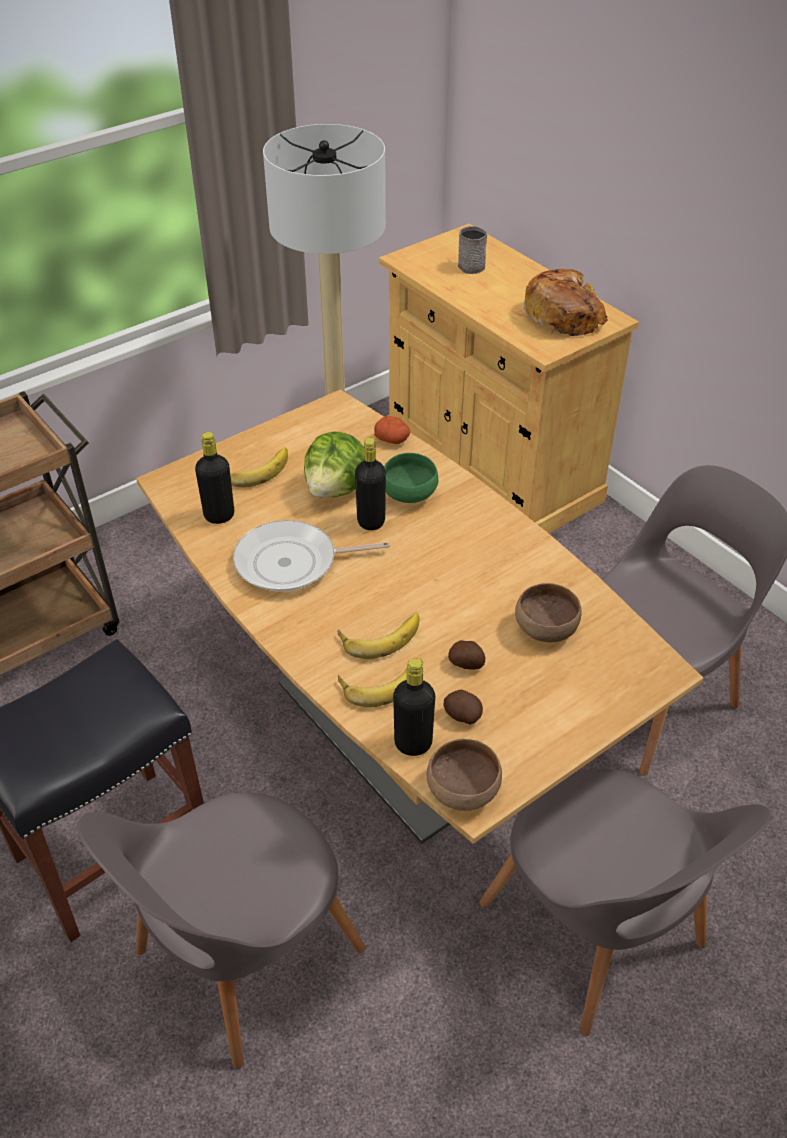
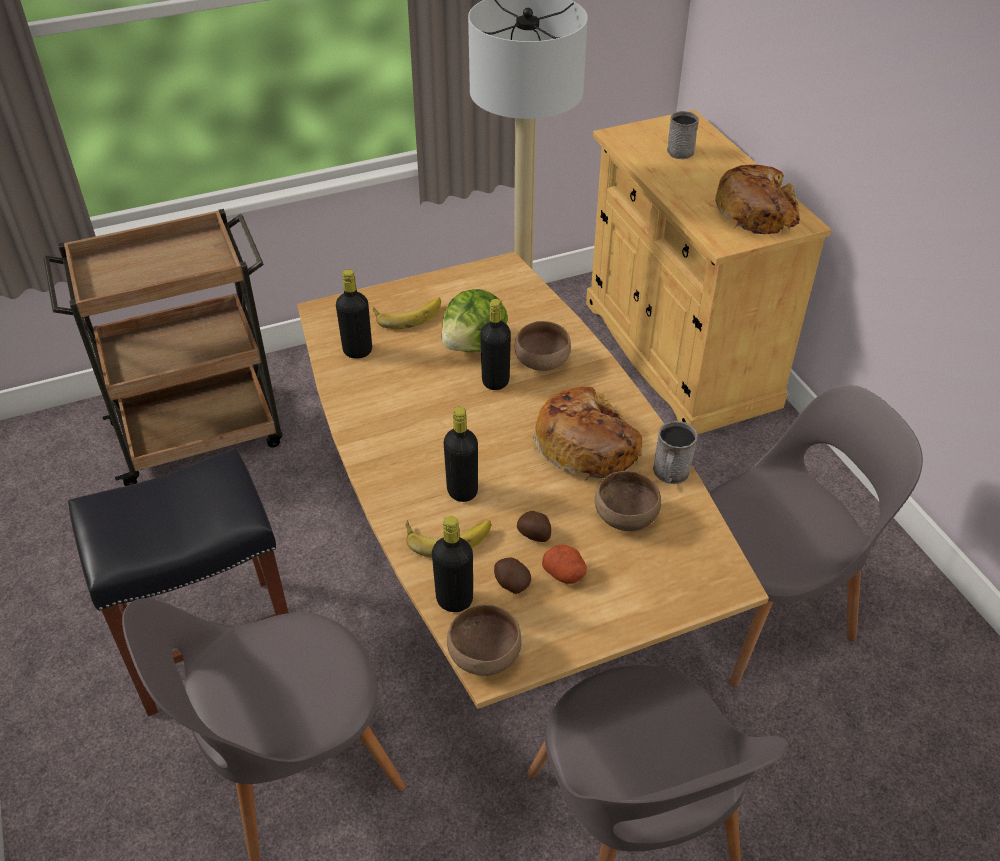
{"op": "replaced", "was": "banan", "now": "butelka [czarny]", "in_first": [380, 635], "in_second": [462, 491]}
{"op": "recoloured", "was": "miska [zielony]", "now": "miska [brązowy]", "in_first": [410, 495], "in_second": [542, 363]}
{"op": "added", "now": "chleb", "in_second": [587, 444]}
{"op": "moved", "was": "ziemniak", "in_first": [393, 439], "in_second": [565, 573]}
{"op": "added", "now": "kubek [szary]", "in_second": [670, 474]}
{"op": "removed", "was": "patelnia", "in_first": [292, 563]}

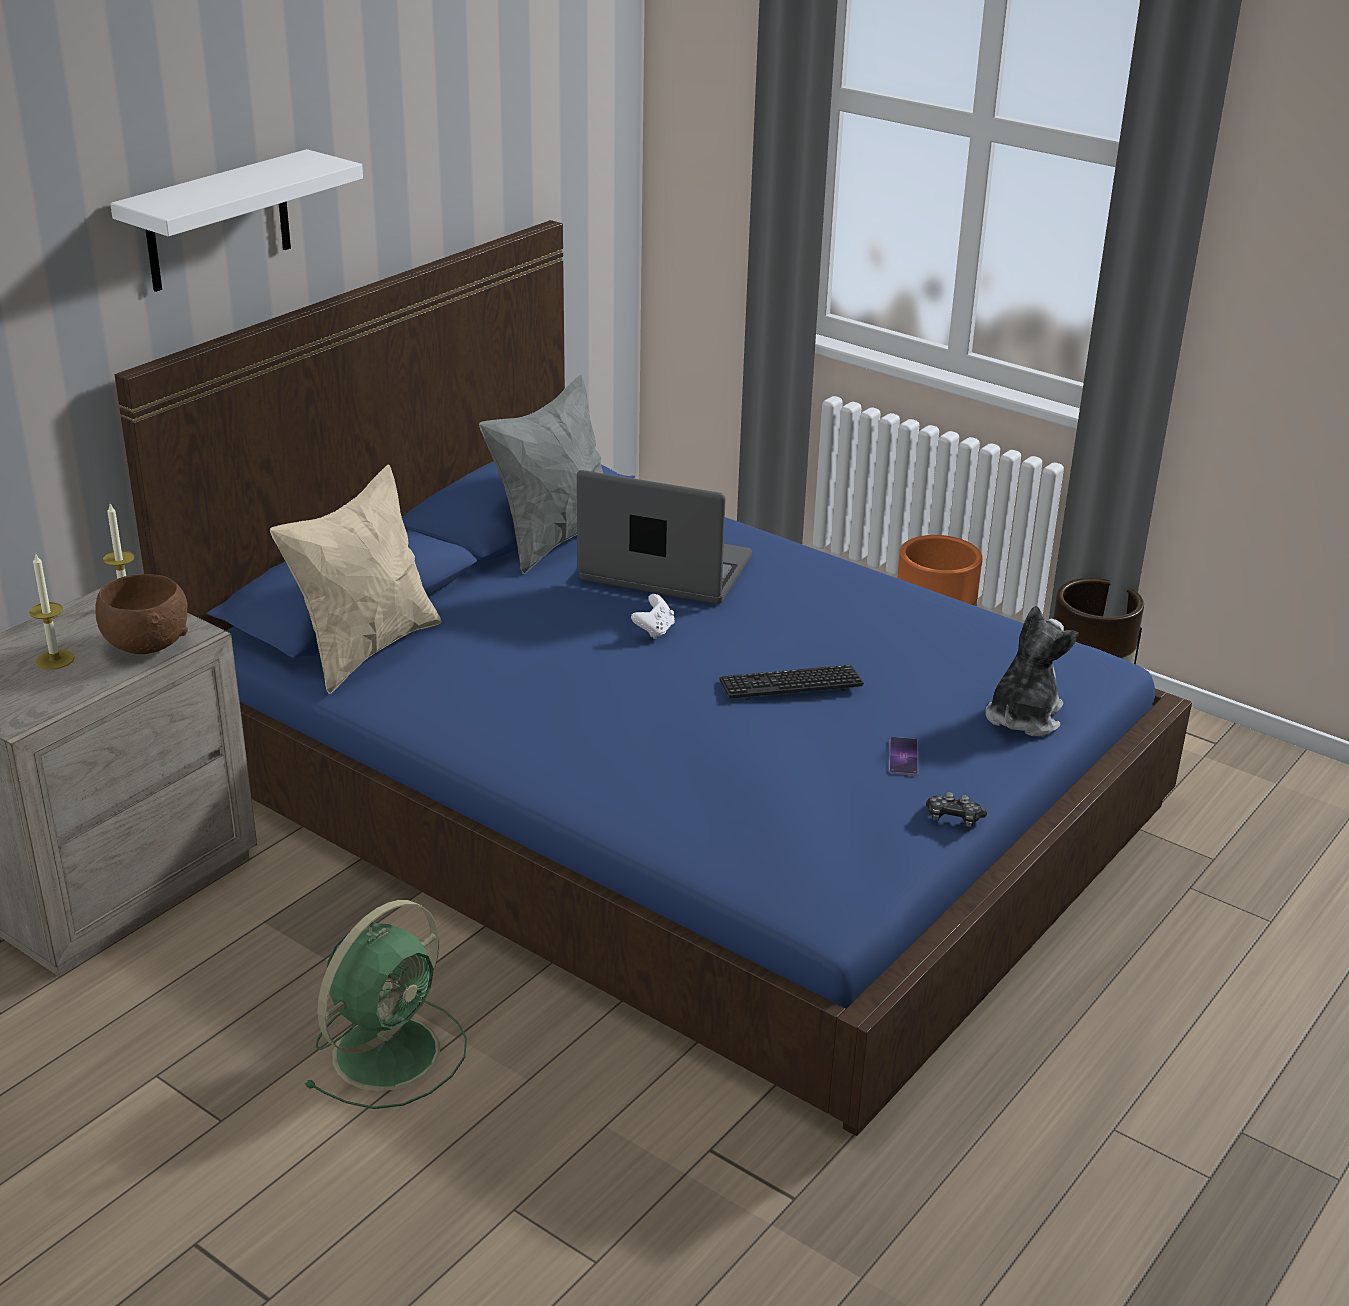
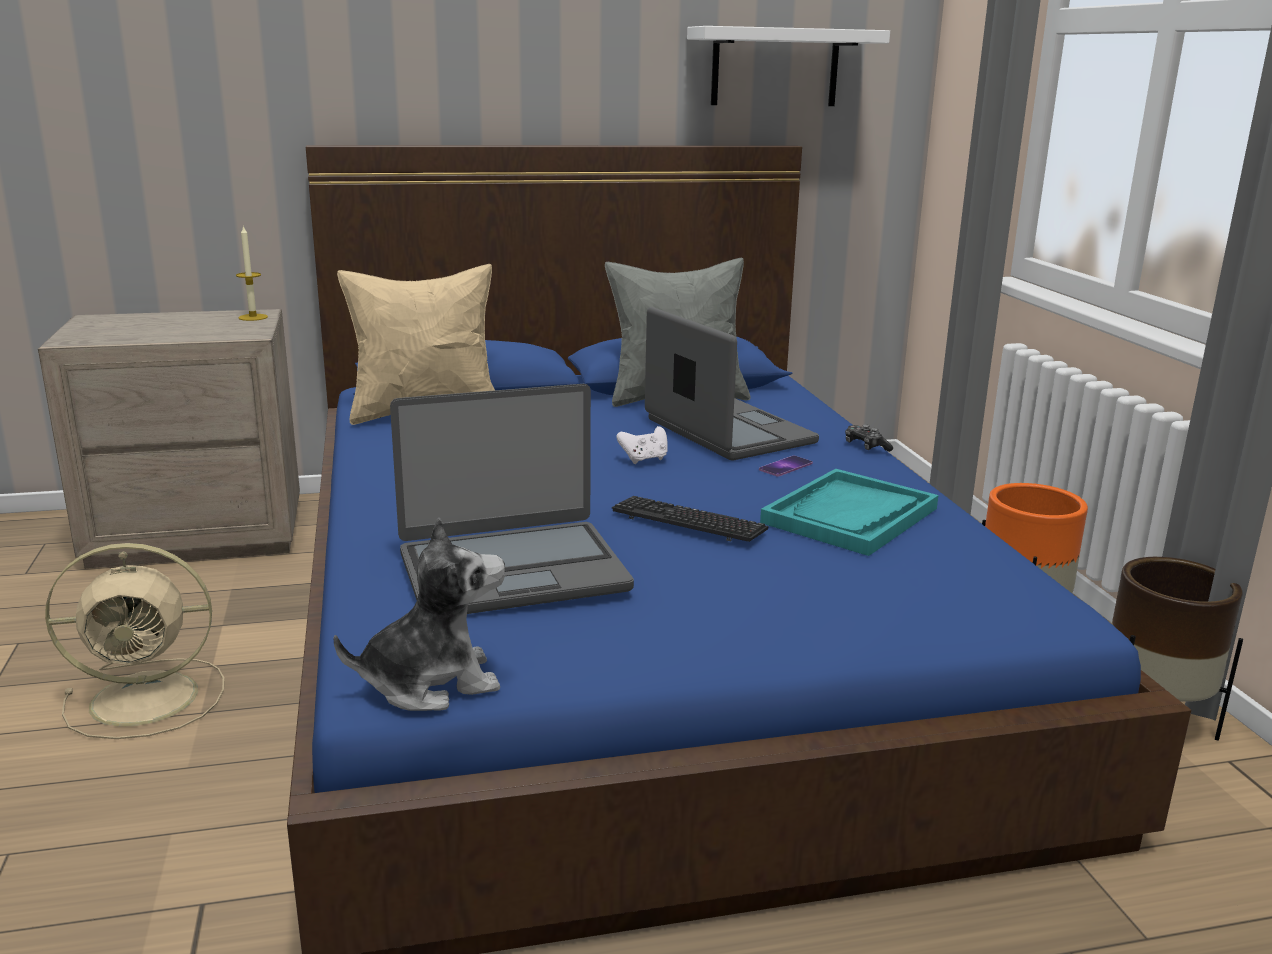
{"op": "recoloured", "was": "wentylator [zielony]", "now": "wentylator [beżowy]", "in_first": [390, 1050], "in_second": [149, 698]}
{"op": "moved", "was": "pluszak", "in_first": [1023, 717], "in_second": [431, 683]}
{"op": "added", "now": "laptop", "in_second": [512, 570]}
{"op": "moved", "was": "półka [biały]", "in_first": [218, 222], "in_second": [775, 67]}
{"op": "moved", "was": "telefon", "in_first": [903, 756], "in_second": [785, 466]}
{"op": "added", "now": "taca [turkusowy]", "in_second": [850, 516]}
{"op": "moved", "was": "pad do gier", "in_first": [953, 818], "in_second": [866, 446]}
{"op": "removed", "was": "świeca", "in_first": [55, 659]}
{"op": "removed", "was": "miska [brązowy]", "in_first": [146, 645]}

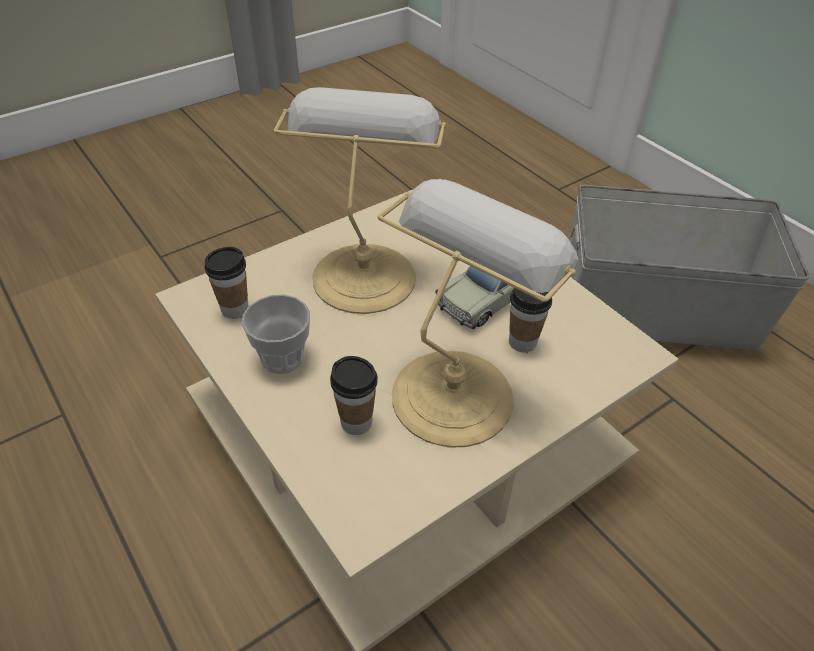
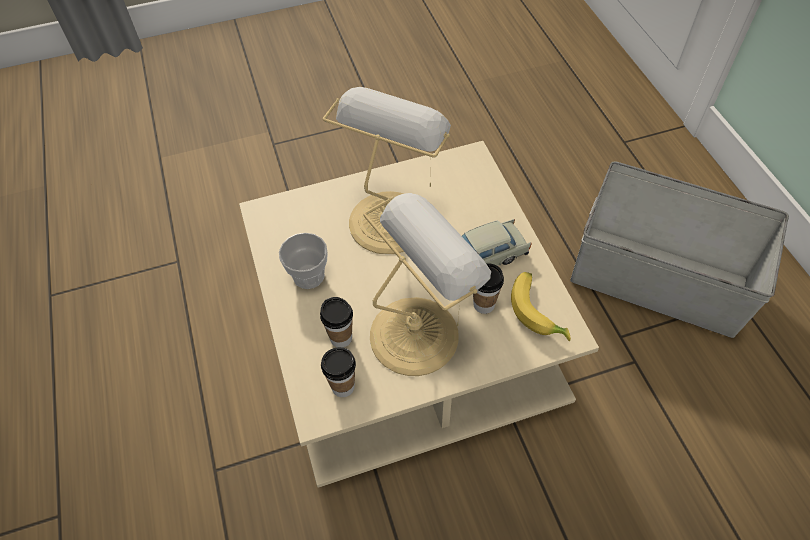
{"op": "moved", "was": "filiżanka", "in_first": [235, 309], "in_second": [343, 386]}
{"op": "added", "now": "banan", "in_second": [538, 311]}

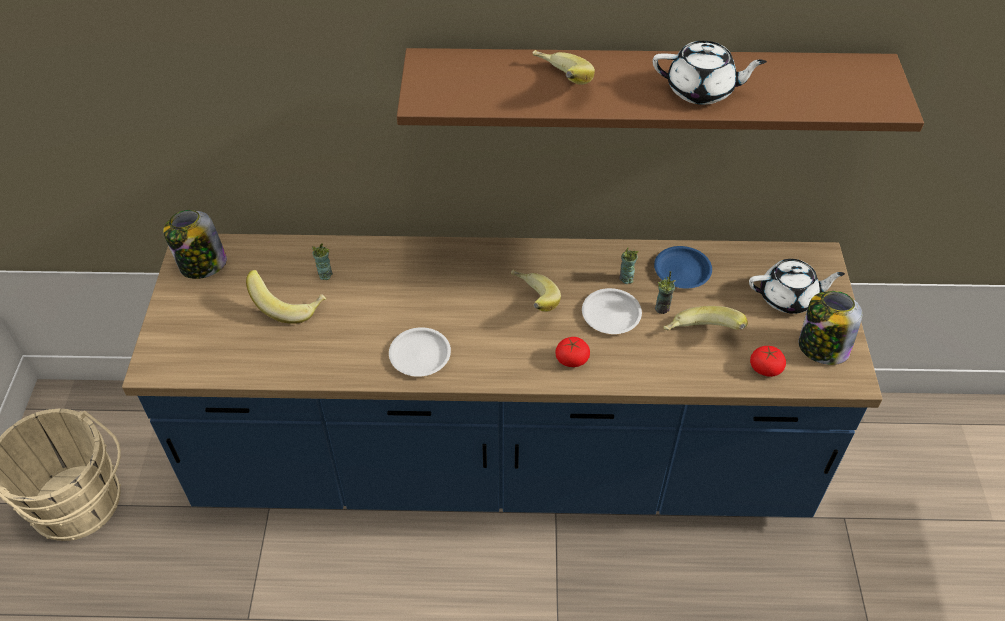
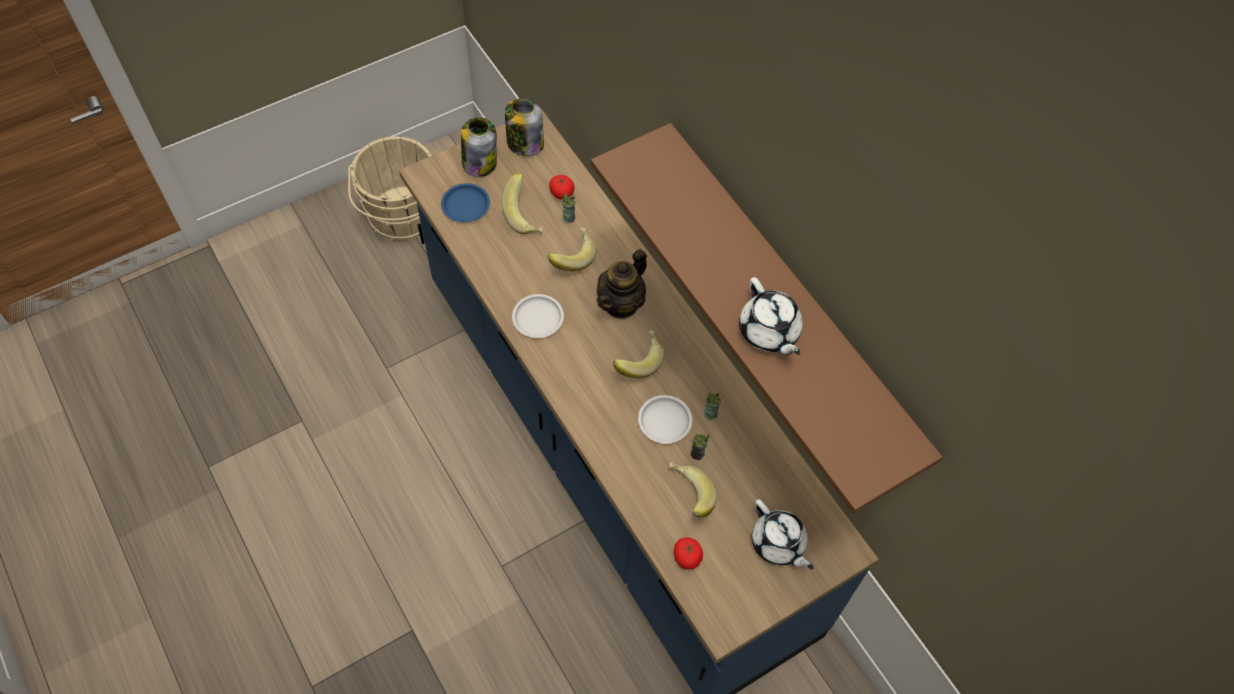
{"op": "moved", "was": "talerz [niebieski]", "in_first": [682, 271], "in_second": [465, 205]}
{"op": "moved", "was": "słoik", "in_first": [822, 347], "in_second": [479, 162]}
{"op": "moved", "was": "banan", "in_first": [558, 84], "in_second": [571, 257]}
{"op": "moved", "was": "pomidor", "in_first": [572, 359], "in_second": [562, 193]}
{"op": "added", "now": "imbryk", "in_second": [621, 303]}

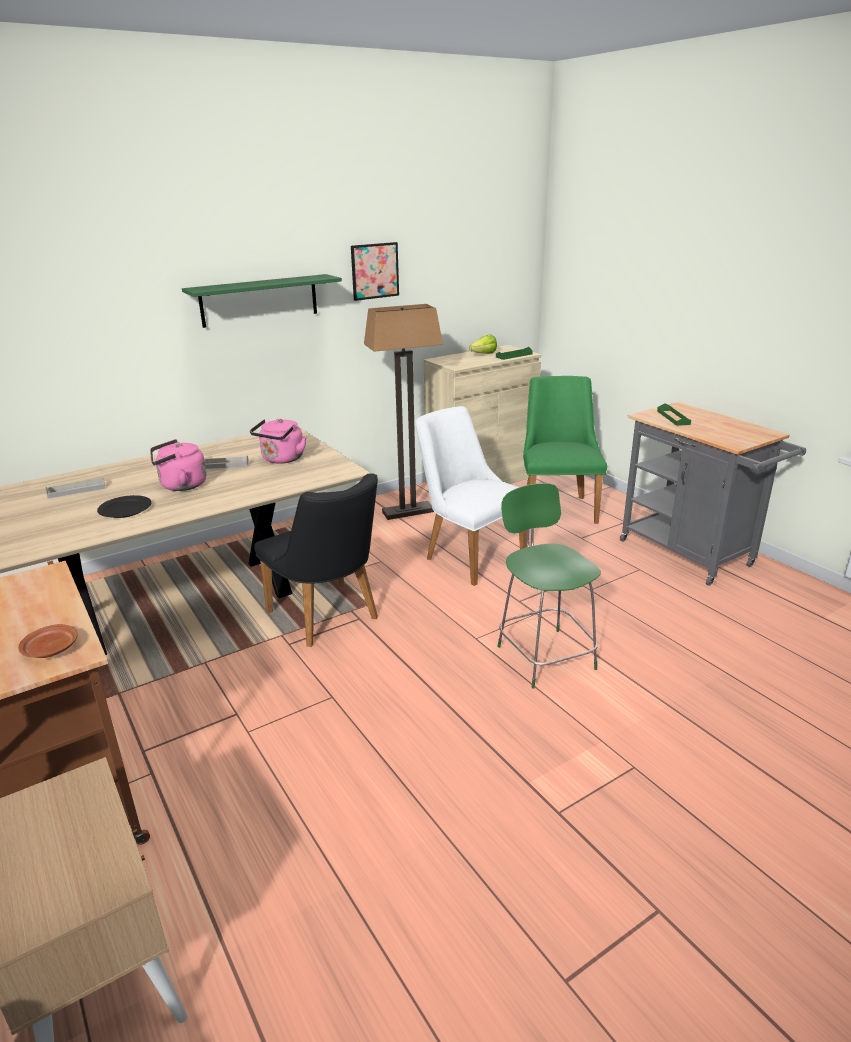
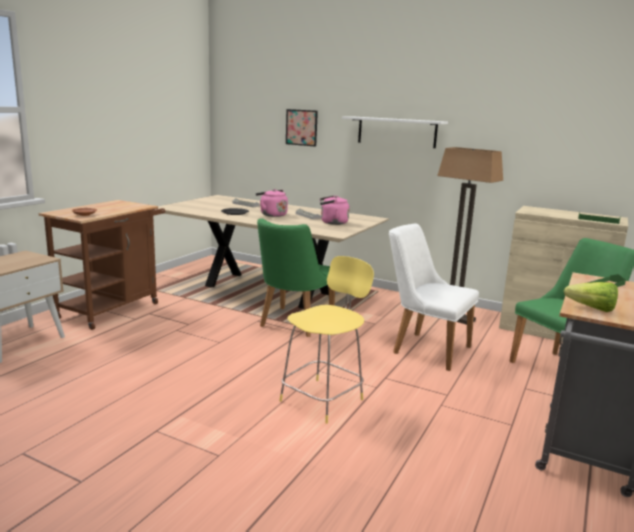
{"op": "recoloured", "was": "krzesło [czarny]", "now": "krzesło [zielony]", "in_first": [329, 619], "in_second": [292, 324]}
{"op": "recoloured", "was": "stołek [zielony]", "now": "stołek [żółty]", "in_first": [544, 655], "in_second": [323, 399]}
{"op": "moved", "was": "obraz", "in_first": [375, 271], "in_second": [301, 127]}
{"op": "recoloured", "was": "półka [zielony]", "now": "półka [biały]", "in_first": [259, 300], "in_second": [396, 132]}
{"op": "turned", "was": "krzesło [biały]", "in_first": [468, 555], "in_second": [424, 348], "clockwise": -75}
{"op": "moved", "was": "sałata", "in_first": [481, 355], "in_second": [587, 308]}

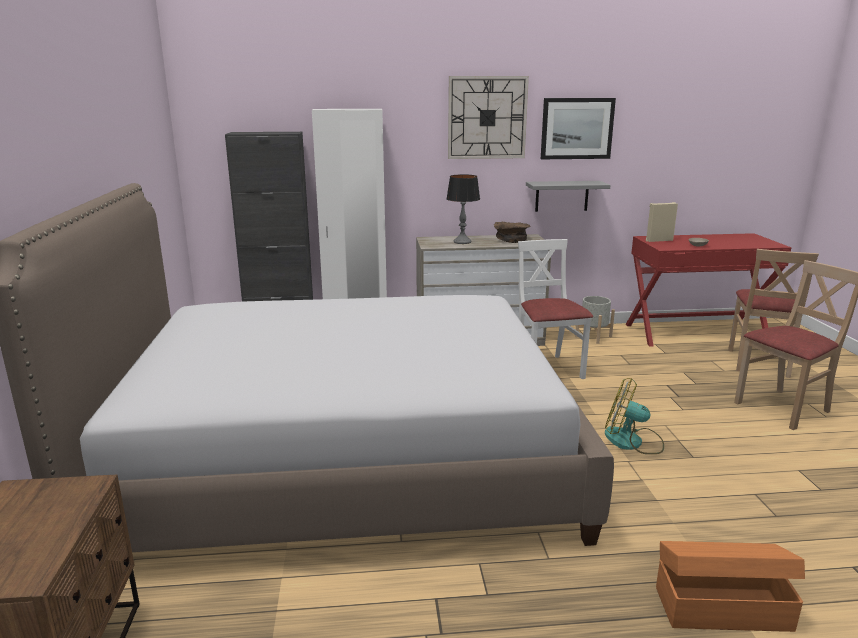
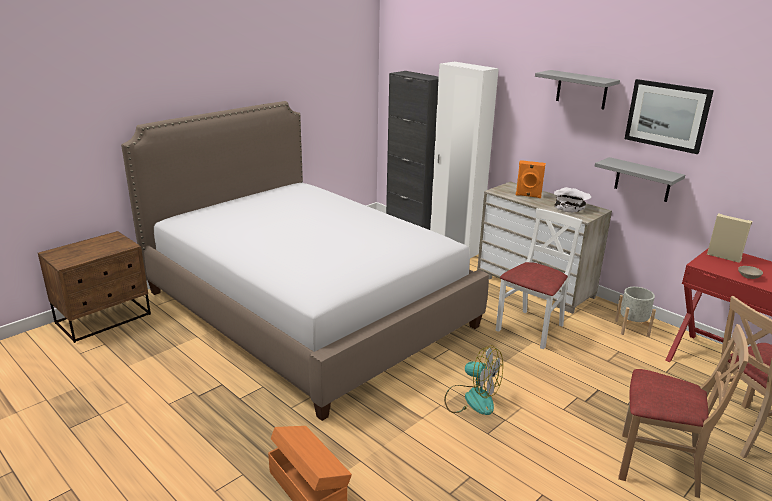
{"op": "turned", "was": "wentylator", "in_first": [632, 441], "in_second": [471, 399], "clockwise": 135}
{"op": "replaced", "was": "lampa stołowa", "now": "głośnik [pomarańczowy]", "in_first": [462, 242], "in_second": [528, 196]}
{"op": "replaced", "was": "zegar ścienny", "now": "półka [szary]", "in_first": [487, 118], "in_second": [581, 89]}
{"op": "recoloured", "was": "miska [brązowy]", "now": "miska [biały]", "in_first": [511, 240], "in_second": [570, 207]}

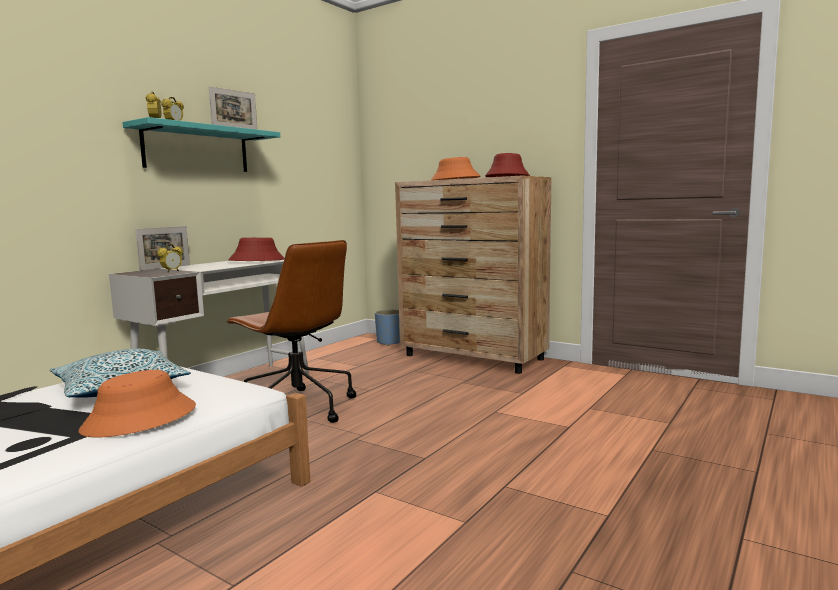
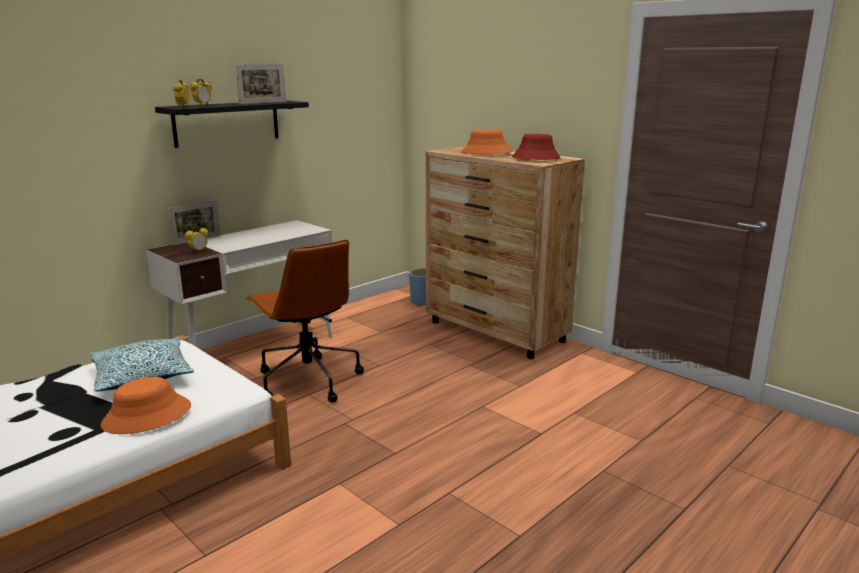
{"op": "recoloured", "was": "półka [turkusowy]", "now": "półka [czarny]", "in_first": [197, 149], "in_second": [227, 123]}
{"op": "removed", "was": "kapelusz [czerwony]", "in_first": [257, 261]}

